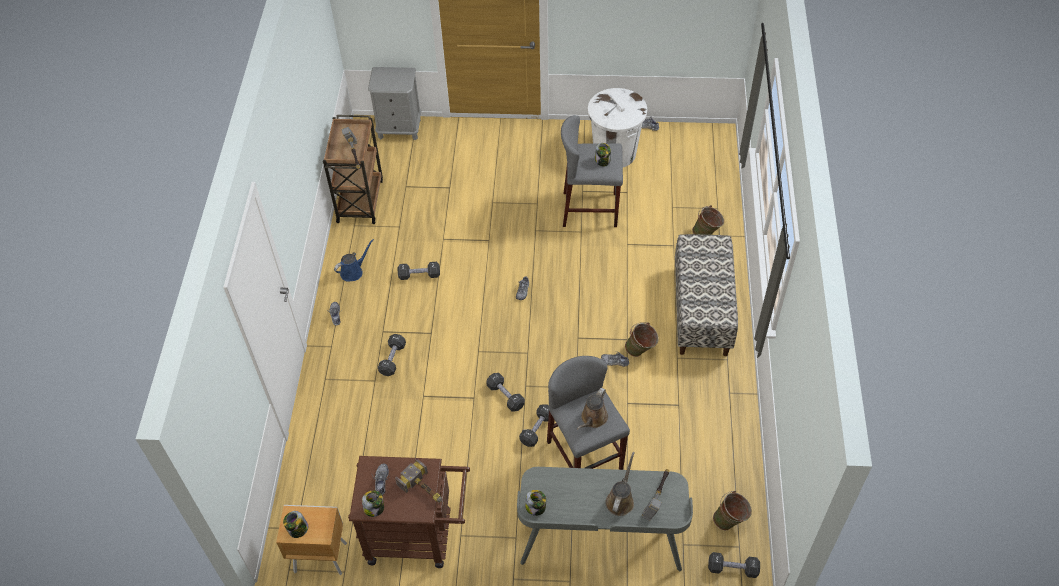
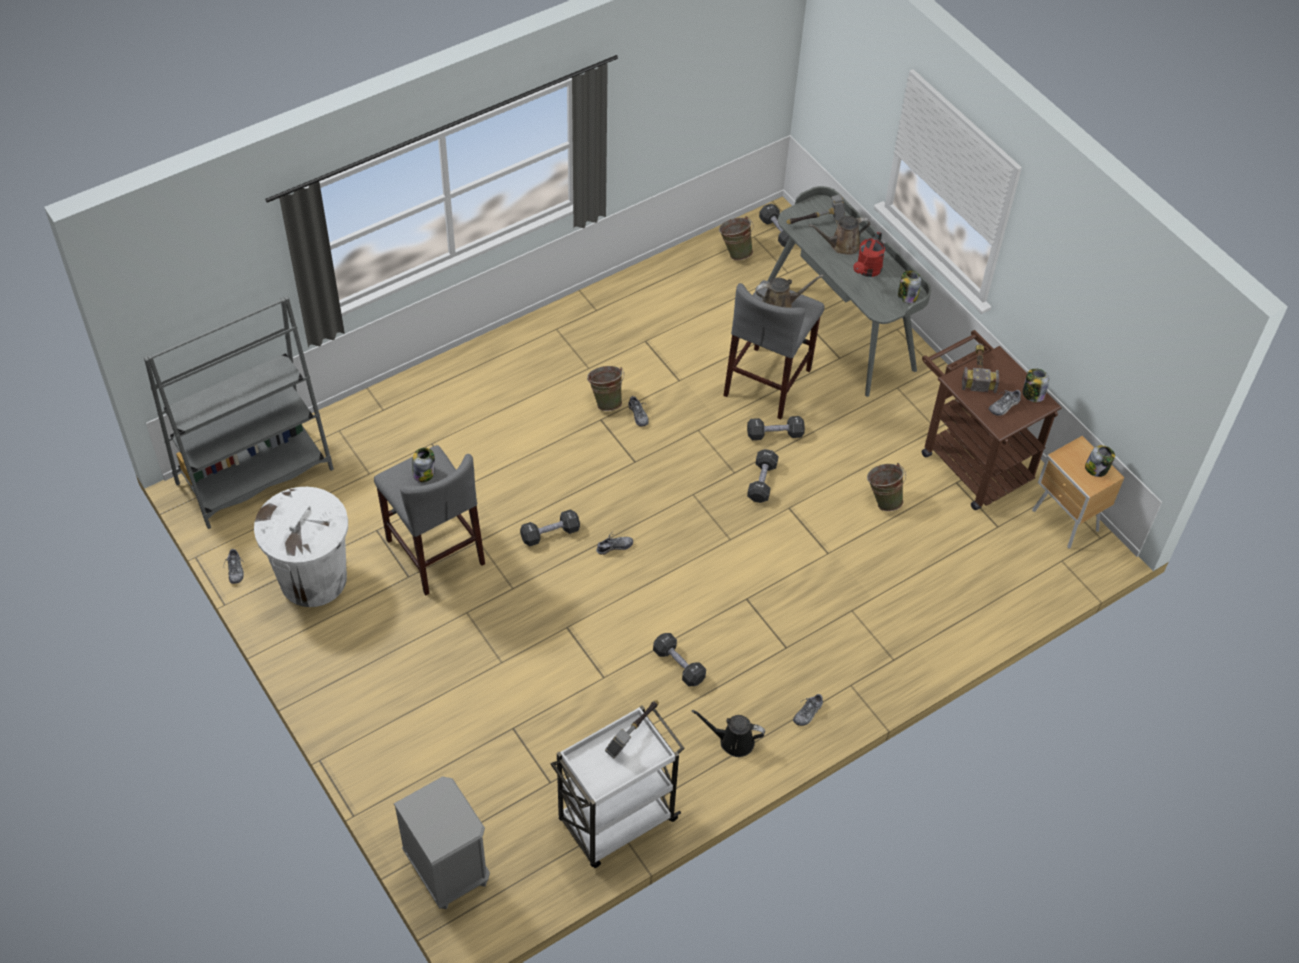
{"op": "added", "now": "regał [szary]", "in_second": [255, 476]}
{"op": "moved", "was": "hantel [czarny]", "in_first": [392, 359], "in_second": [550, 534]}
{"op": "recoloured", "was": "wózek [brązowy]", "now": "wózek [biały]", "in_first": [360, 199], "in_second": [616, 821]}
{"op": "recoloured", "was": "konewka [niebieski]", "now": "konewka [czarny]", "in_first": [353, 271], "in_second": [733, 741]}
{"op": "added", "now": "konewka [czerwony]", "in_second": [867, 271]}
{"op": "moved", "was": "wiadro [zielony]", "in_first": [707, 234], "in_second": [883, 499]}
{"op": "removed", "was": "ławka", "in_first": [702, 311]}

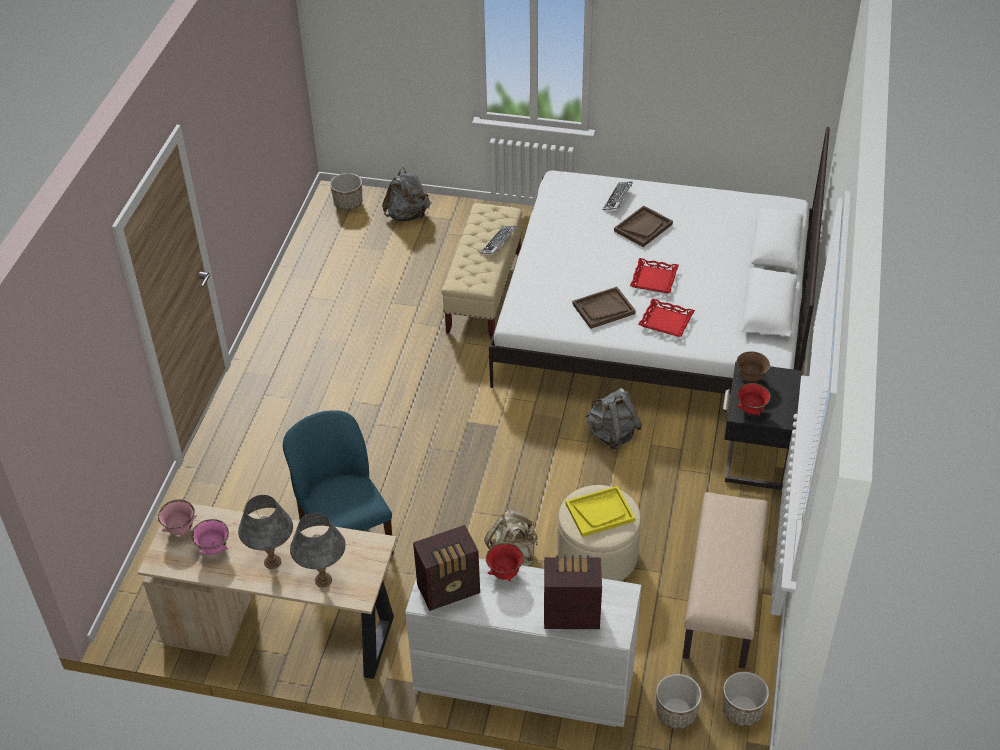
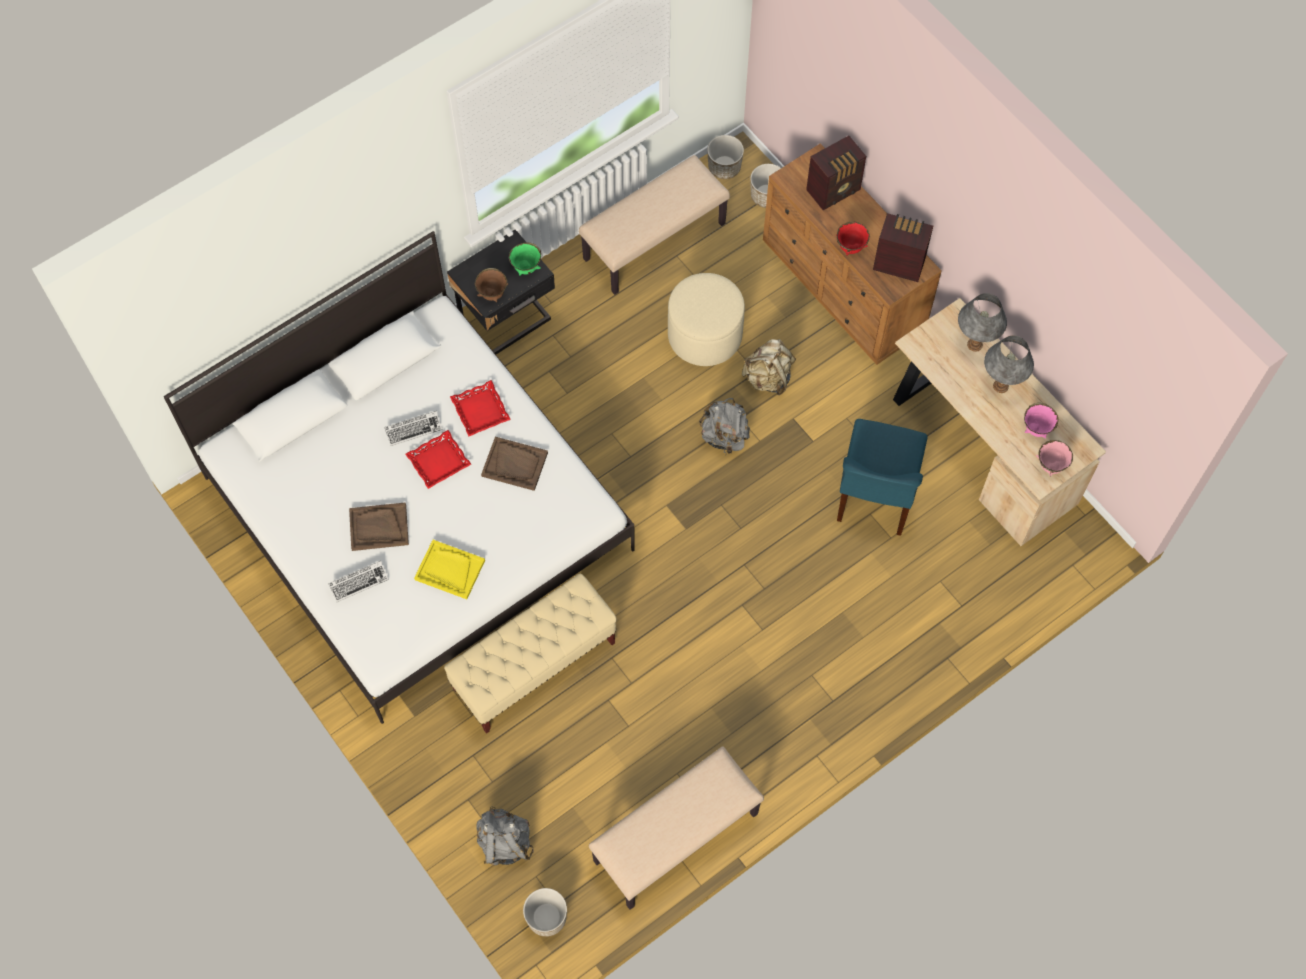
{"op": "moved", "was": "klawiatura", "in_first": [498, 242], "in_second": [413, 429]}
{"op": "moved", "was": "taca [żółty]", "in_first": [600, 512], "in_second": [449, 570]}
{"op": "recoloured", "was": "miska [czerwony]", "now": "miska [zielony]", "in_first": [751, 411], "in_second": [526, 268]}
{"op": "added", "now": "ławka [beżowy]", "in_second": [676, 839]}
{"op": "moved", "was": "plecak [szary]", "in_first": [612, 435], "in_second": [724, 436]}
{"op": "recoloured", "was": "komoda [biały]", "now": "komoda [brązowy]", "in_first": [523, 679], "in_second": [843, 288]}
{"op": "turned", "was": "radio", "in_first": [570, 614], "in_second": [834, 190], "clockwise": -75}

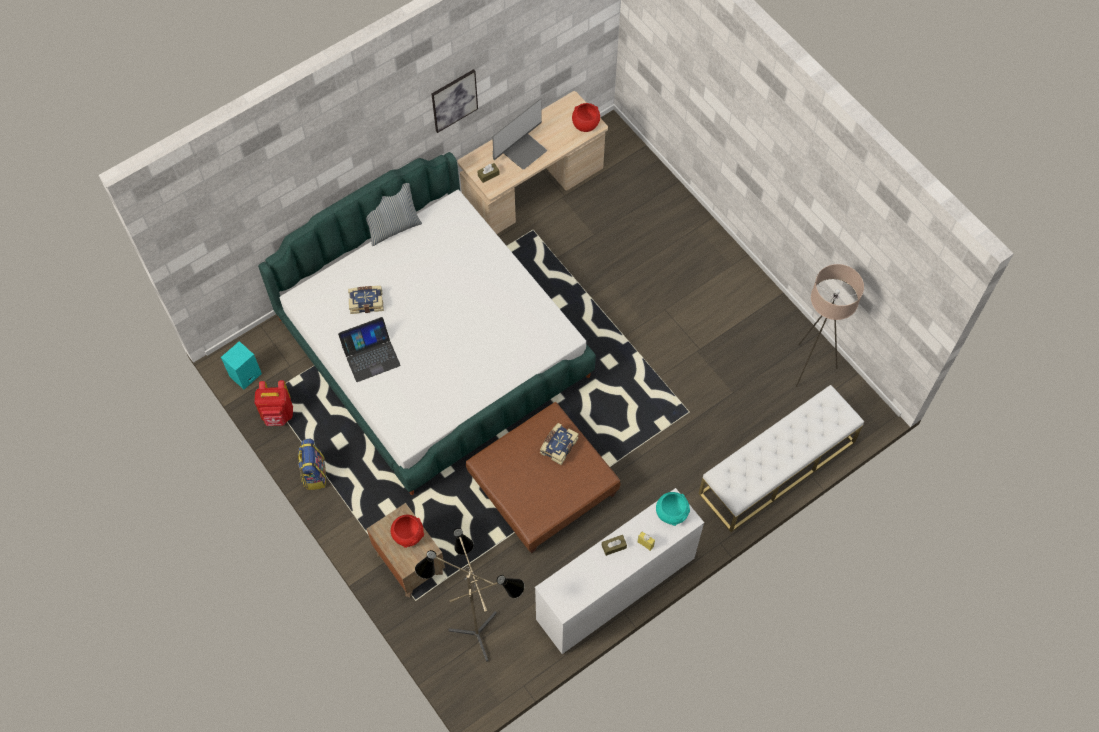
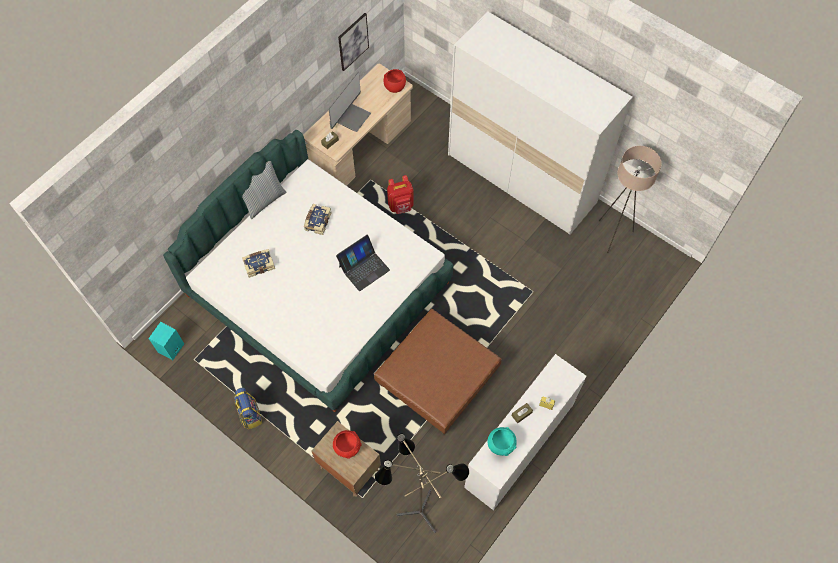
{"op": "moved", "was": "książka", "in_first": [558, 446], "in_second": [317, 221]}
{"op": "moved", "was": "laptop", "in_first": [371, 355], "in_second": [364, 268]}
{"op": "moved", "was": "obraz", "in_first": [454, 100], "in_second": [353, 41]}
{"op": "moved", "was": "plecak [czerwony]", "in_first": [278, 414], "in_second": [401, 206]}
{"op": "added", "now": "szafa [biały]", "in_second": [521, 179]}
{"op": "moved", "was": "miska [turkusowy]", "in_first": [672, 513], "in_second": [501, 444]}
{"op": "removed", "was": "ławka [biały]", "in_first": [777, 468]}

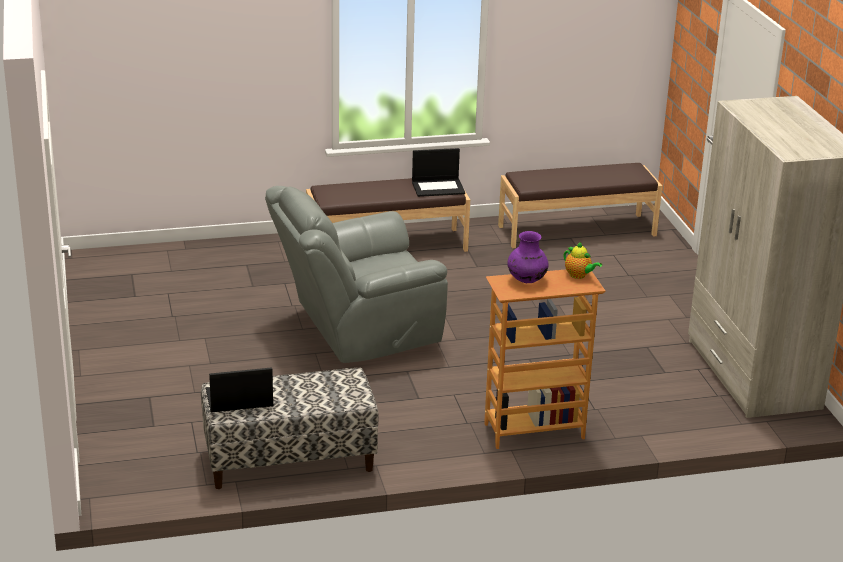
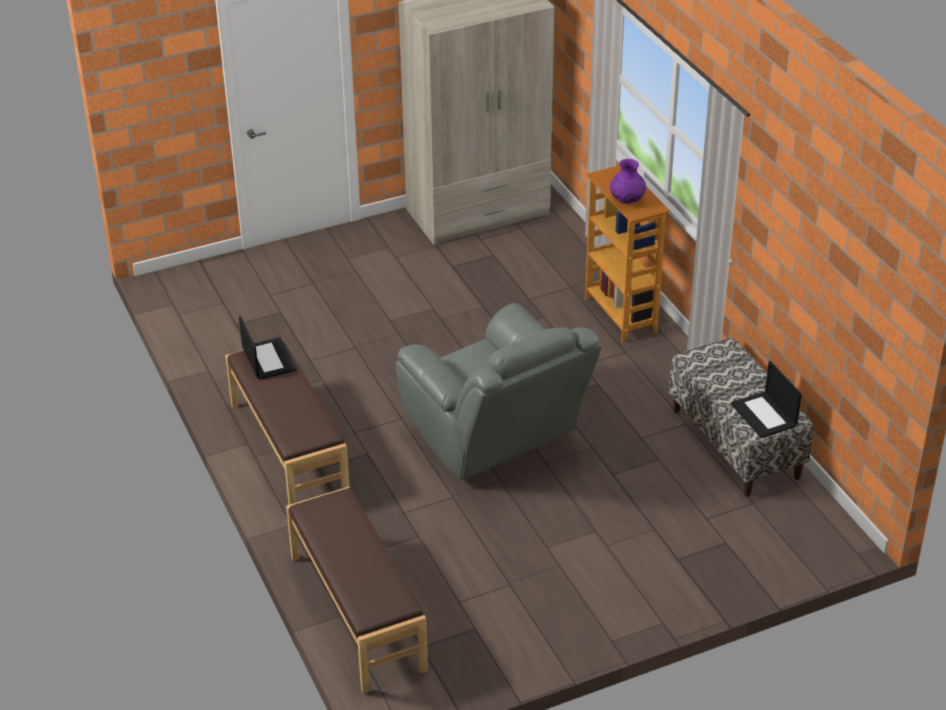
{"op": "moved", "was": "ławka [brązowy]", "in_first": [576, 230], "in_second": [356, 613]}
{"op": "removed", "was": "imbryk", "in_first": [579, 275]}

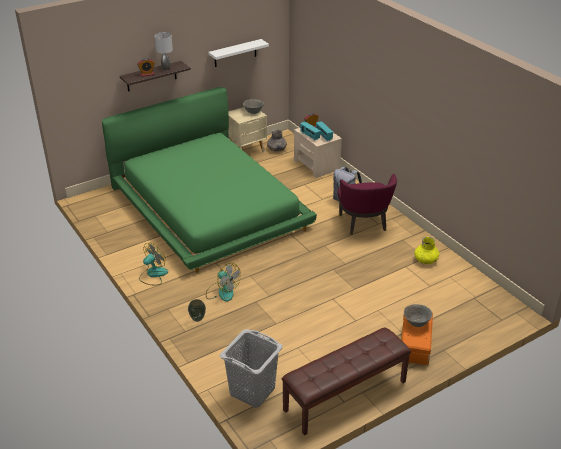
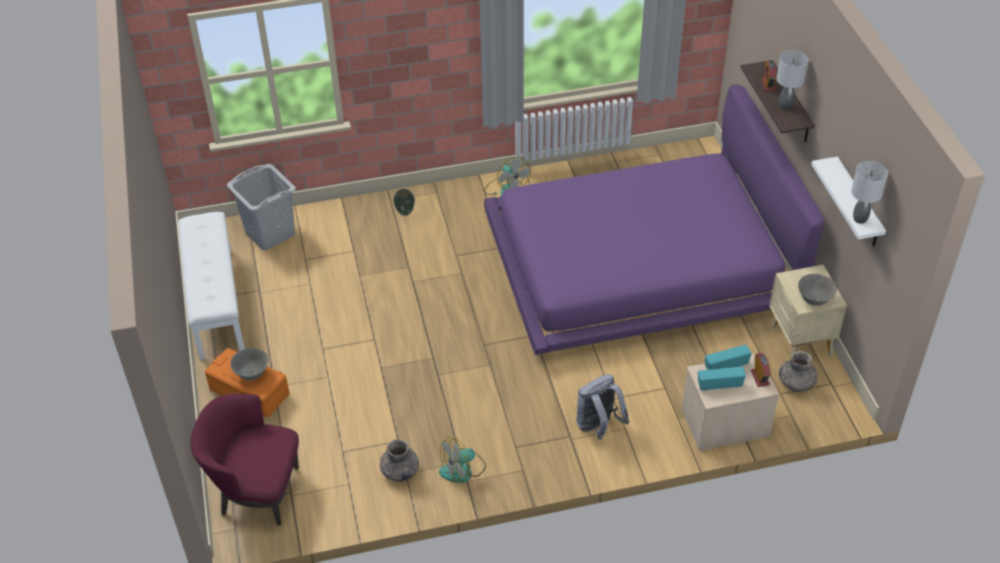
{"op": "recoloured", "was": "ławka [brązowy]", "now": "ławka [biały]", "in_first": [345, 396], "in_second": [215, 302]}
{"op": "moved", "was": "fotel [fioletowy]", "in_first": [364, 224], "in_second": [256, 491]}
{"op": "recoloured", "was": "wazon [żółty]", "now": "wazon [szary]", "in_first": [426, 260], "in_second": [399, 471]}
{"op": "moved", "was": "wentylator", "in_first": [222, 291], "in_second": [463, 470]}
{"op": "recoloured", "was": "łóżko [zielony]", "now": "łóżko [fioletowy]", "in_first": [208, 206], "in_second": [641, 264]}
{"op": "added", "now": "lampa stołowa [szary]", "in_second": [859, 219]}

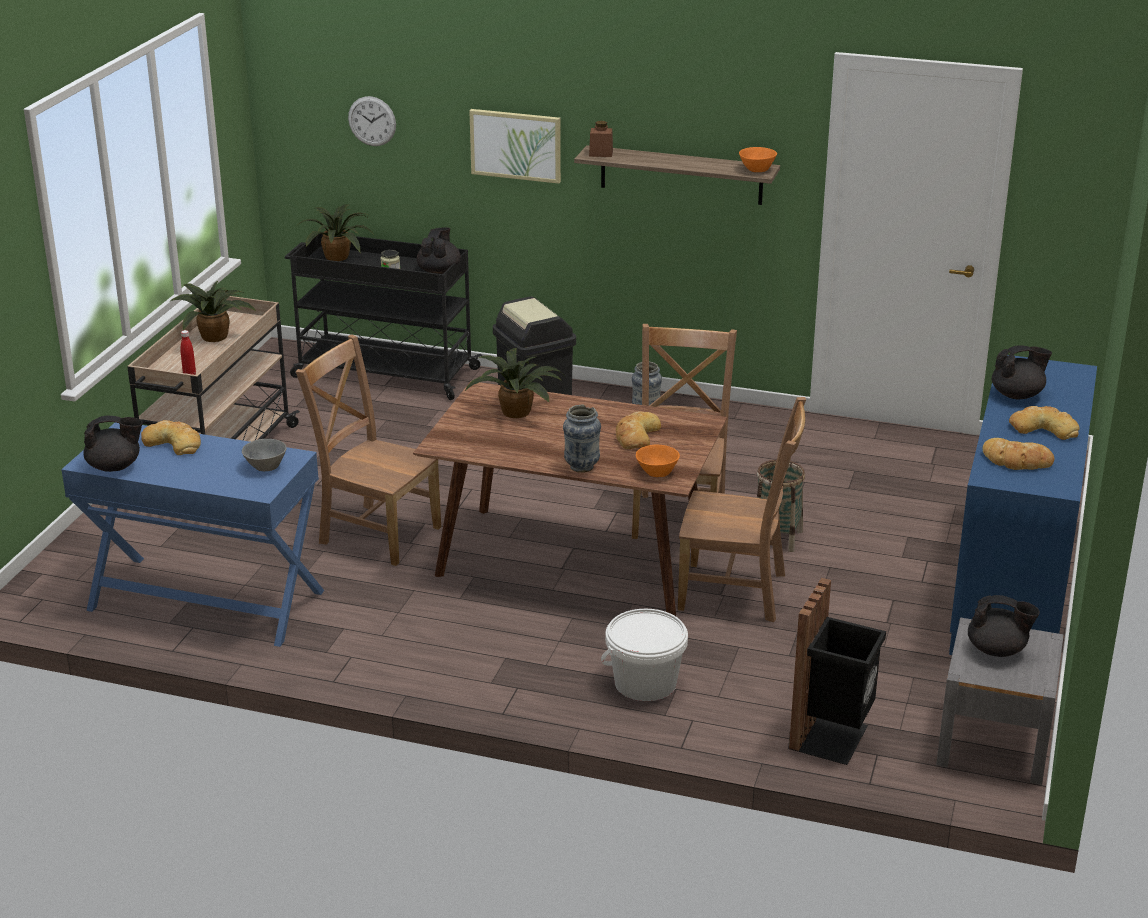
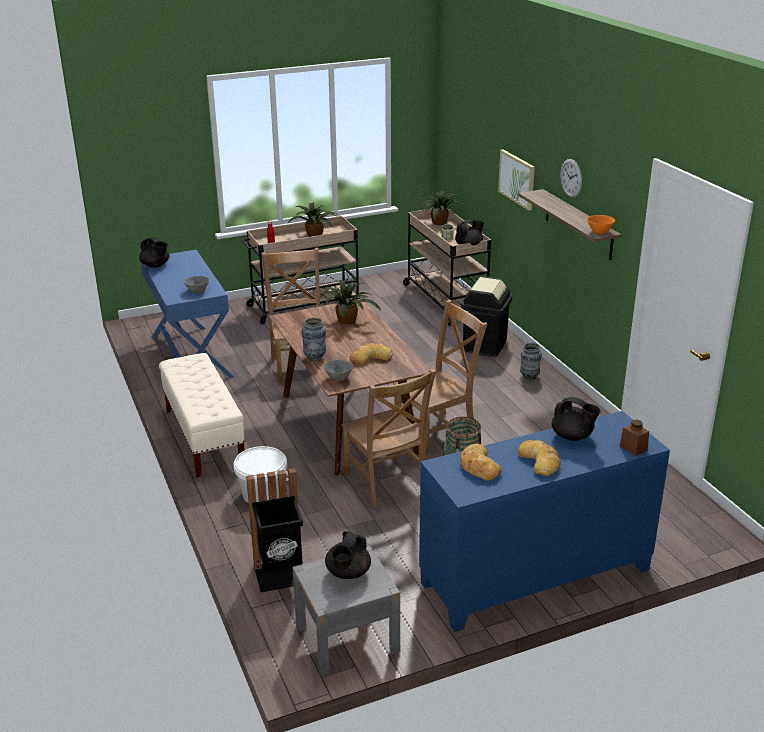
{"op": "added", "now": "ławka [beżowy]", "in_second": [204, 437]}
{"op": "recoloured", "was": "miska [pomarańczowy]", "now": "miska [szary]", "in_first": [657, 472], "in_second": [339, 377]}
{"op": "turned", "was": "imbryk [czarny]", "in_first": [997, 650], "in_second": [348, 573], "clockwise": 45}
{"op": "recoloured", "was": "wózek [czarny]", "now": "wózek [beżowy]", "in_first": [383, 373], "in_second": [445, 300]}
{"op": "moved", "was": "zegar ścienny", "in_first": [372, 121], "in_second": [571, 178]}
{"op": "moved", "was": "słoik [brązowy]", "in_first": [601, 153], "in_second": [633, 448]}
{"op": "removed", "was": "chleb", "in_first": [173, 443]}

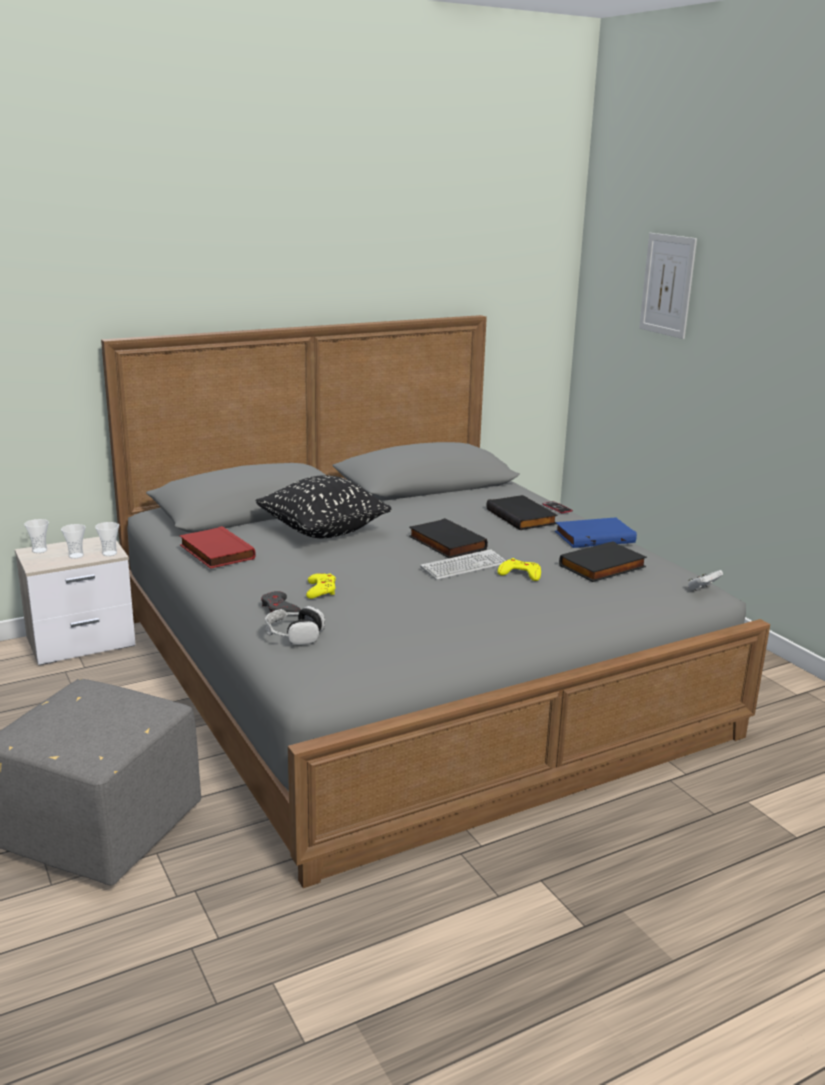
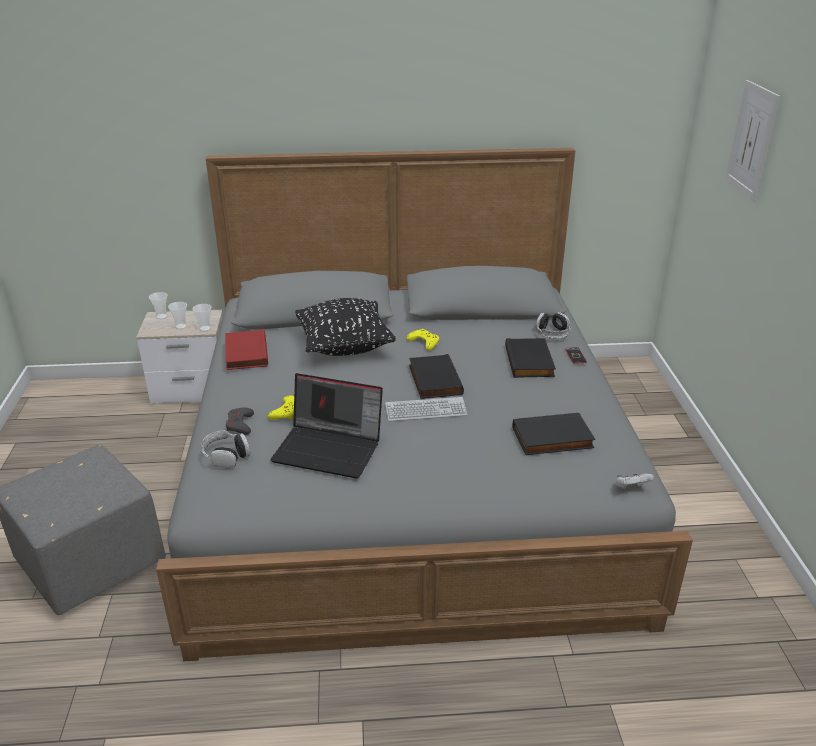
{"op": "added", "now": "laptop", "in_second": [330, 449]}
{"op": "moved", "was": "pad do gier [żółty]", "in_first": [520, 574], "in_second": [424, 342]}
{"op": "added", "now": "słuchawki", "in_second": [552, 333]}
{"op": "removed", "was": "książka [niebieski]", "in_first": [594, 536]}

